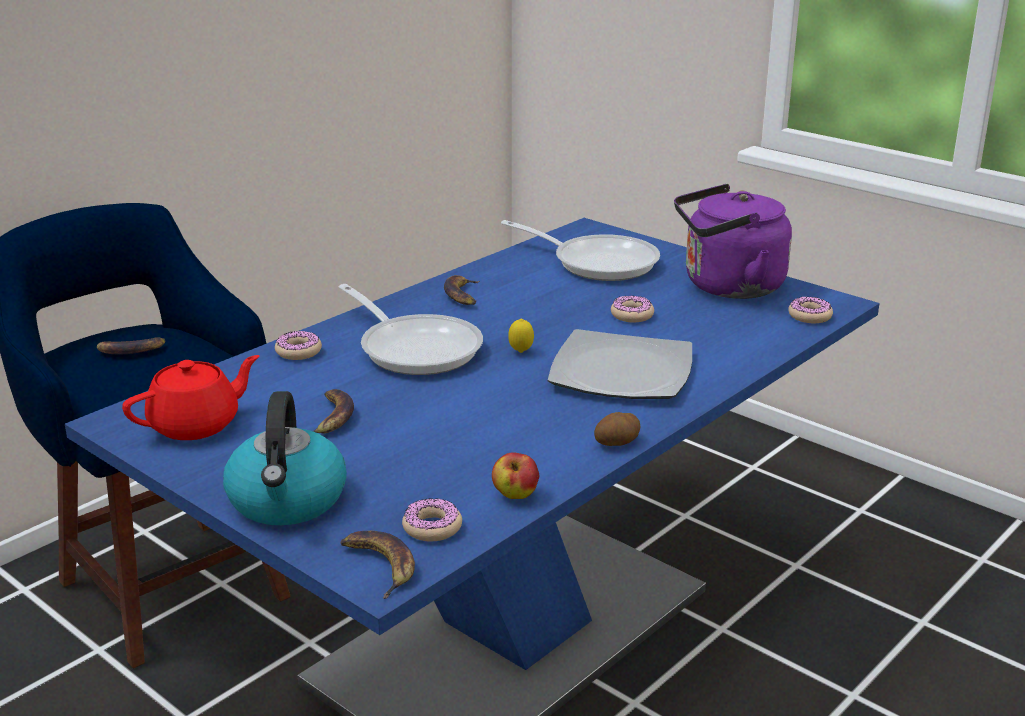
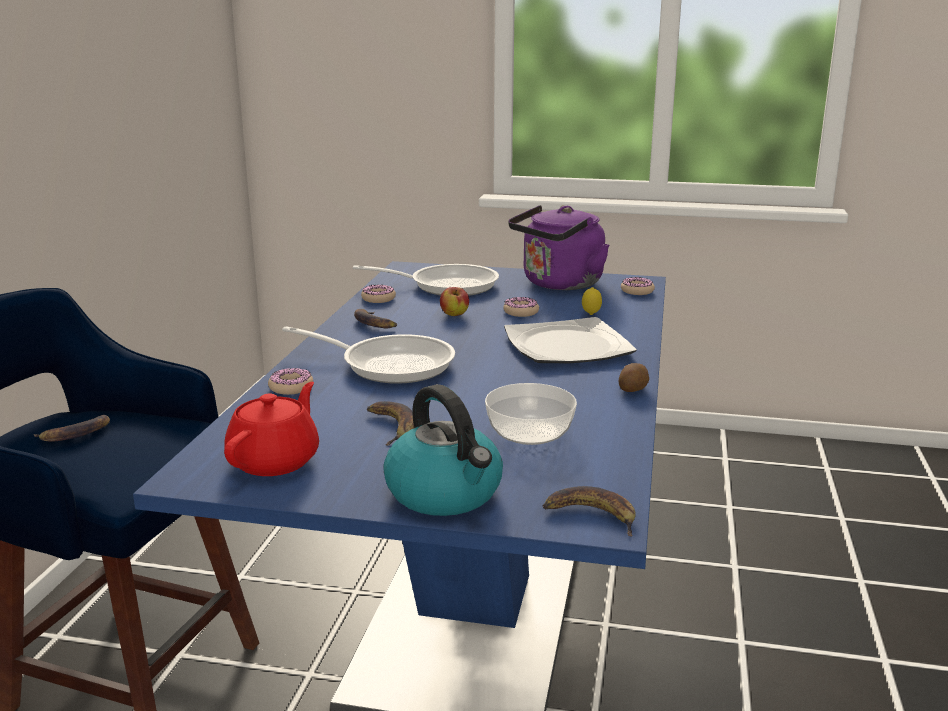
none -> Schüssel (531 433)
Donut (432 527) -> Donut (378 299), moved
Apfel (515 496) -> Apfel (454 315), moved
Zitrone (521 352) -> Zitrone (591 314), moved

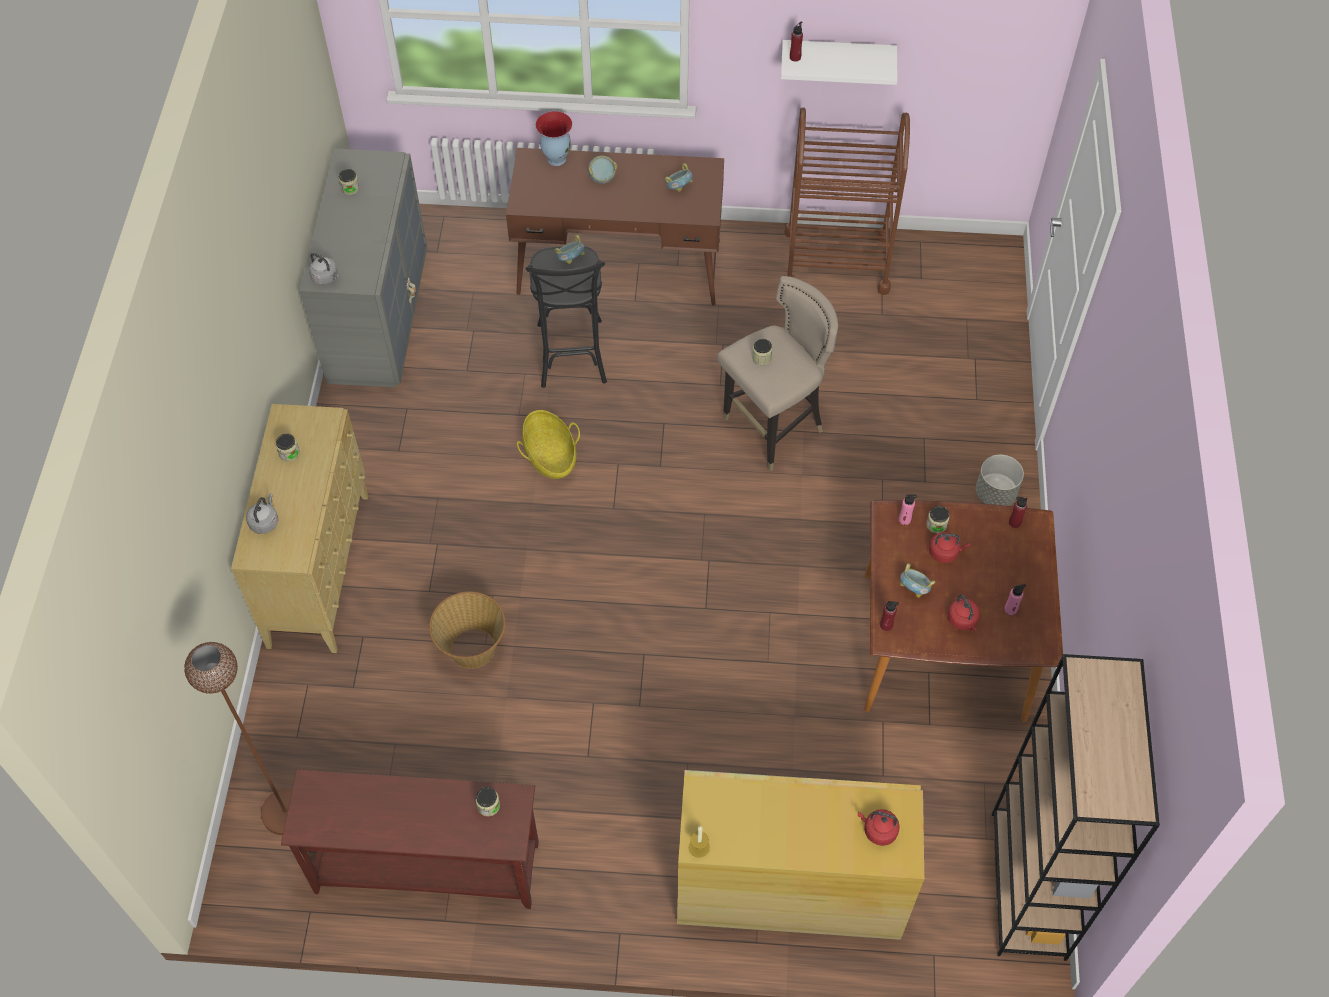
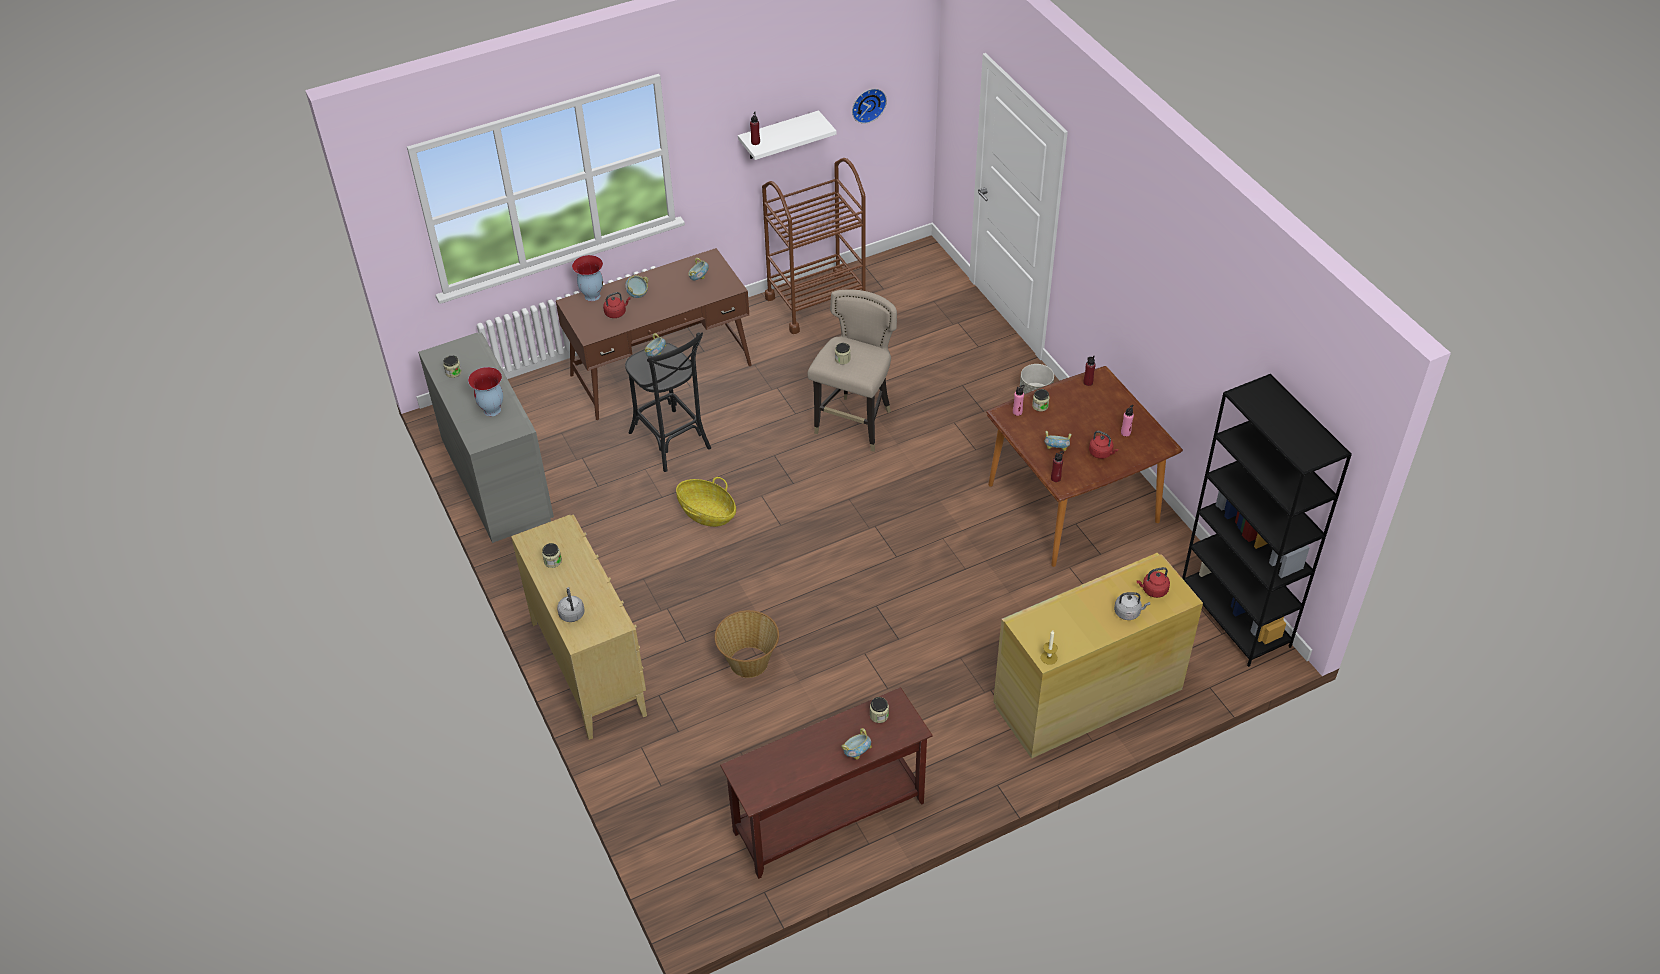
Stehlampe/braun (285 812) -> none
none -> Vase (492 410)
none -> Schüssel (857 753)
none -> Wanduhr (867 104)
Wasserkessel/grau (326 278) -> Wasserkessel/grau (1128 612), moved
Wasserkessel/rot (945 552) -> Wasserkessel/rot (616 313), moved
Bücherregal/beige (1029 886) -> Bücherregal/schwarz (1235 616)

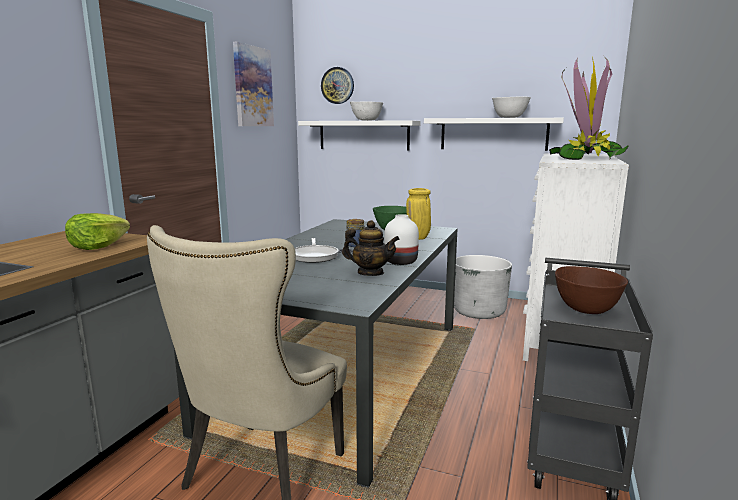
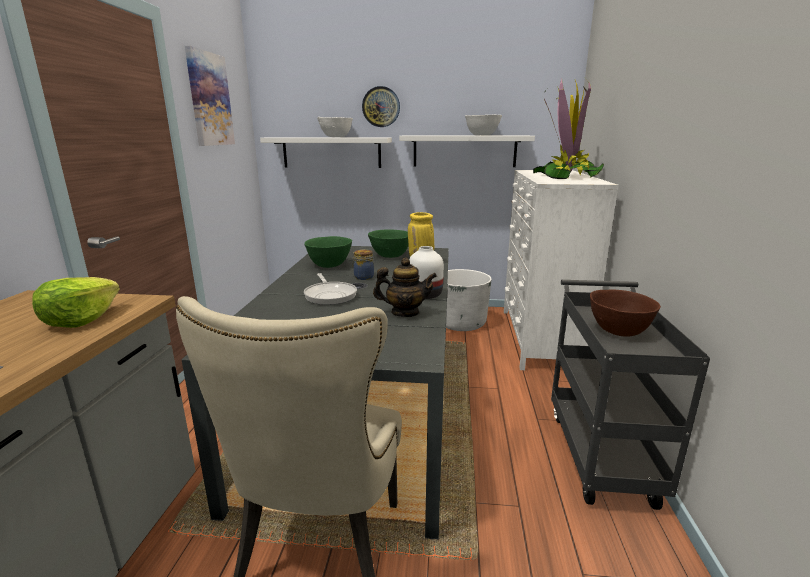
none -> Schüssel/grün (330 265)
Wanduhr (337 85) -> Wanduhr (381 107), moved

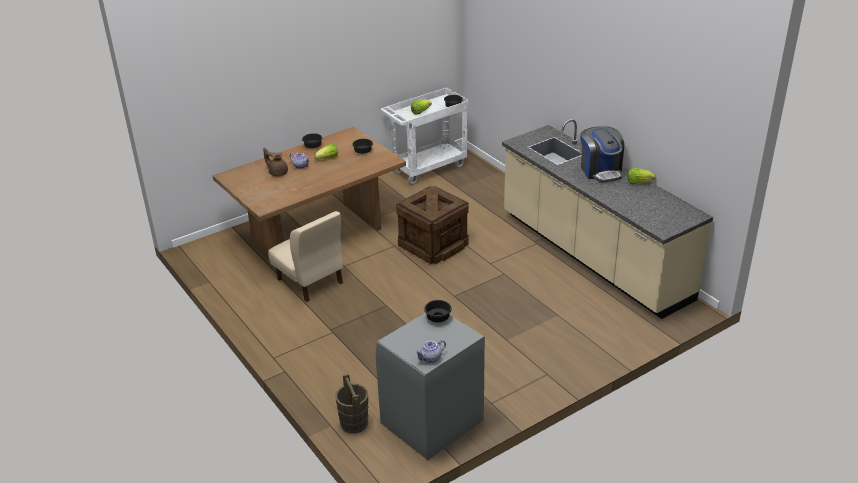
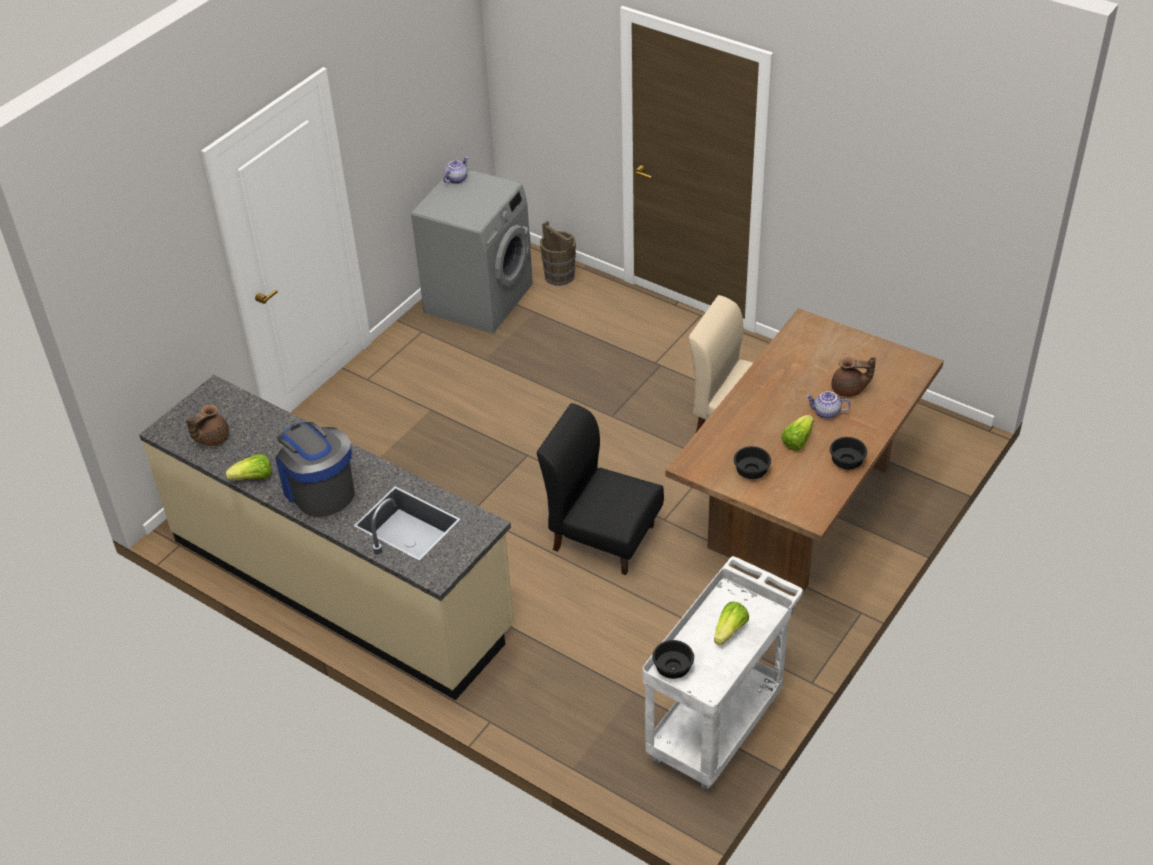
Schüssel/schwarz (437 318) -> none
none -> Teekanne/braun (211 438)
Kiste (433 245) -> Stuhl/schwarz (603 536)

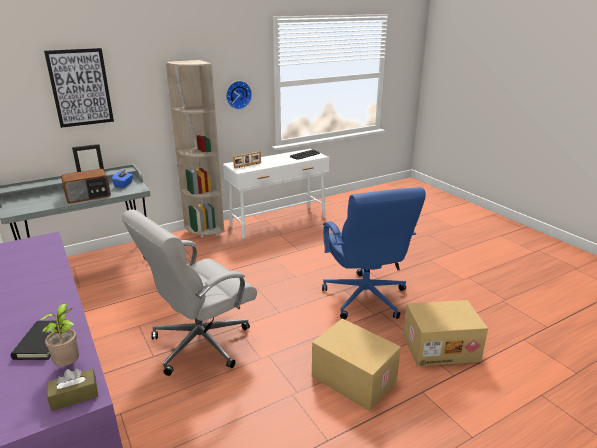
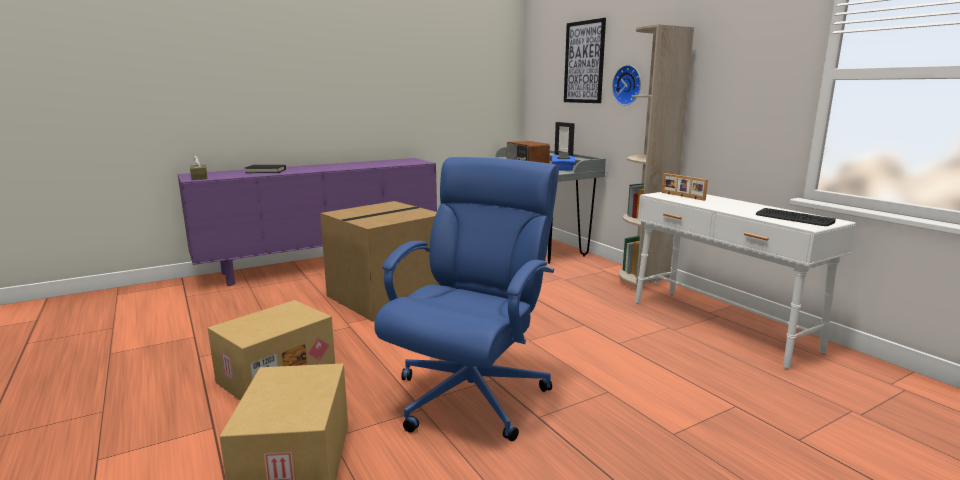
Topfpflanze (69 365) -> none
Wanduhr (238 94) -> Wanduhr (628 85), moved
Bürostuhl/grau (201 342) -> Karton (386 296)
Bürostuhl/blau (365 296) -> Bürostuhl/blau (470 397), 135 degrees clockwise

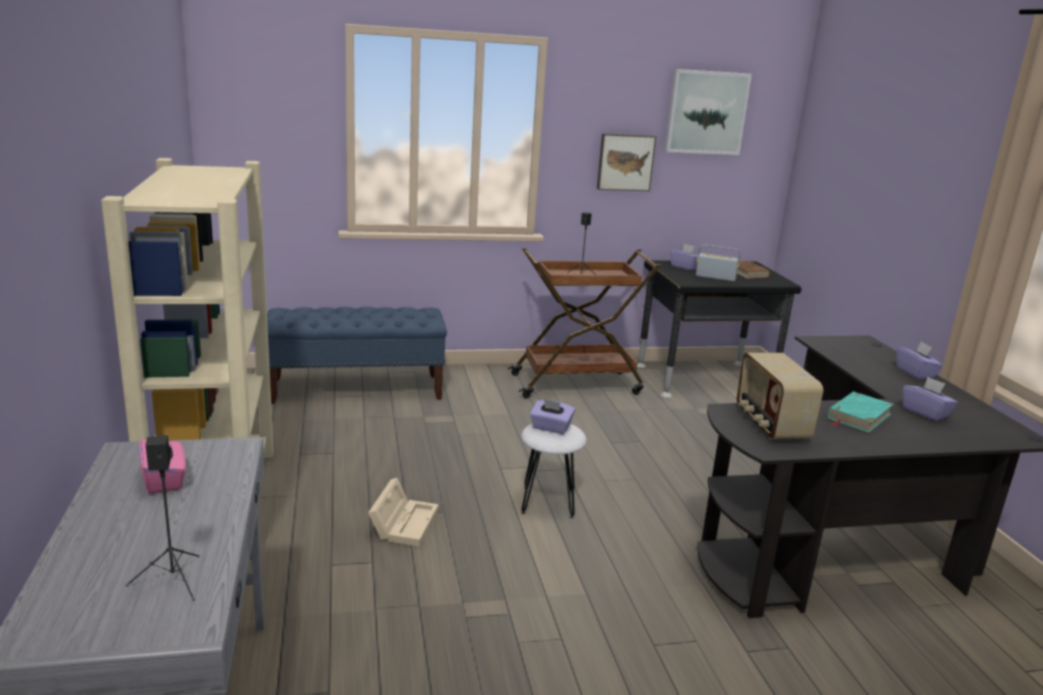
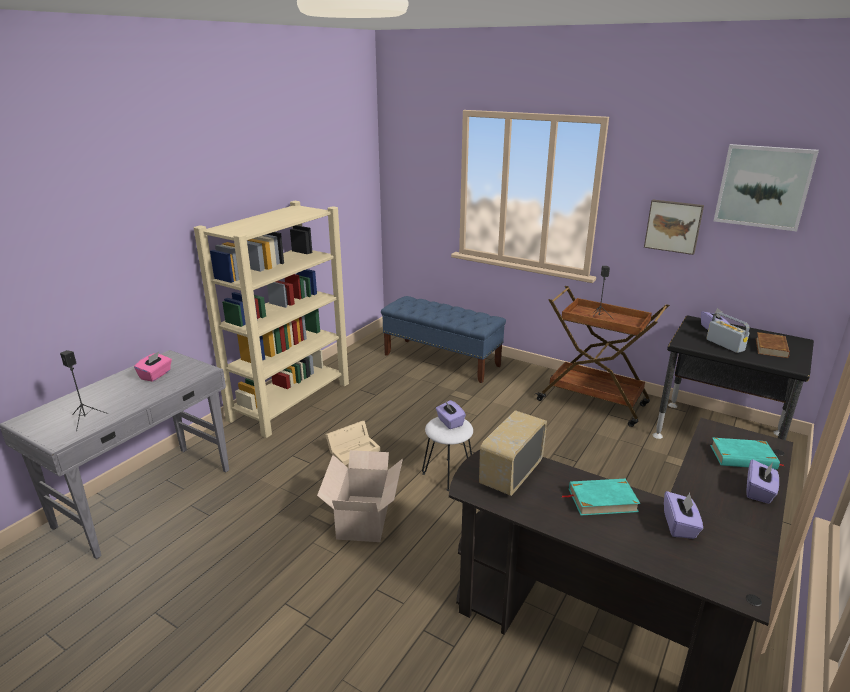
none -> Karton (364 516)
none -> Buch/türkis (743 457)

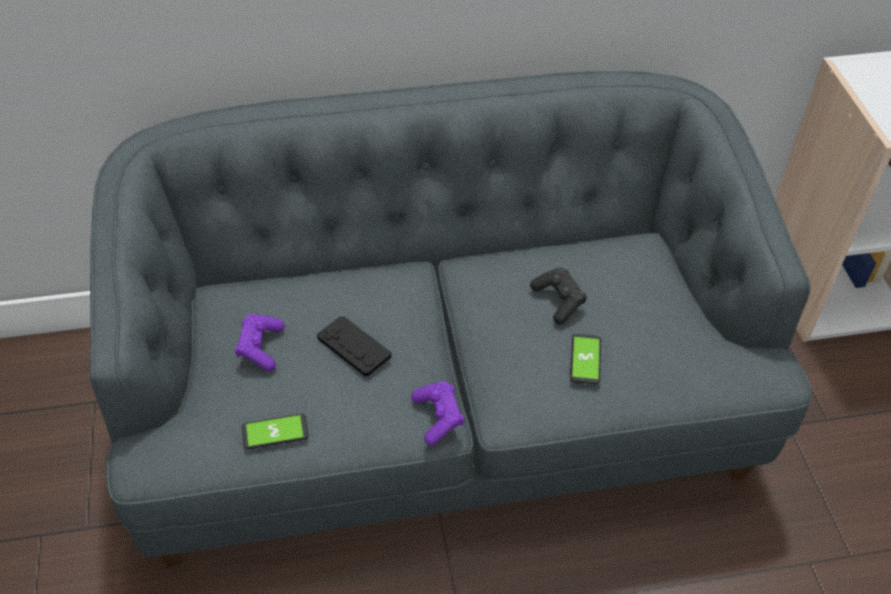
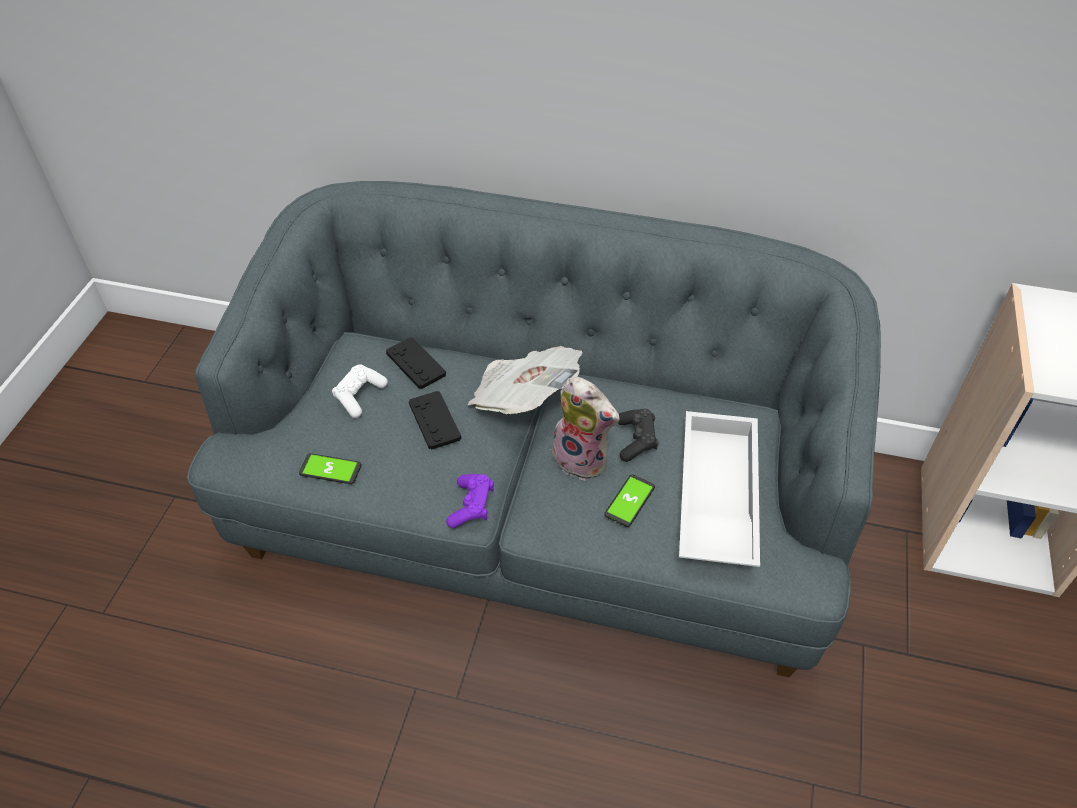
none -> Gamepad/schwarz (416 364)
none -> Zeitung (524 398)
none -> Plüschtier (583 458)
none -> Tablett/weiß (714 496)
Gamepad/lila (260 348) -> Gamepad/weiß (359 396)

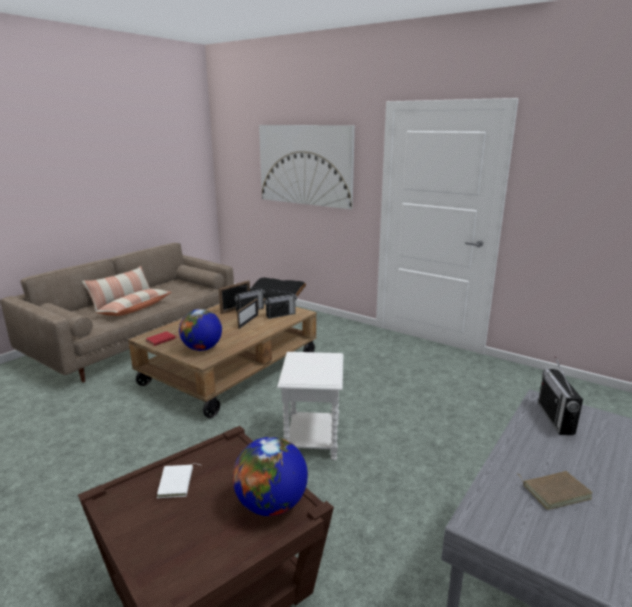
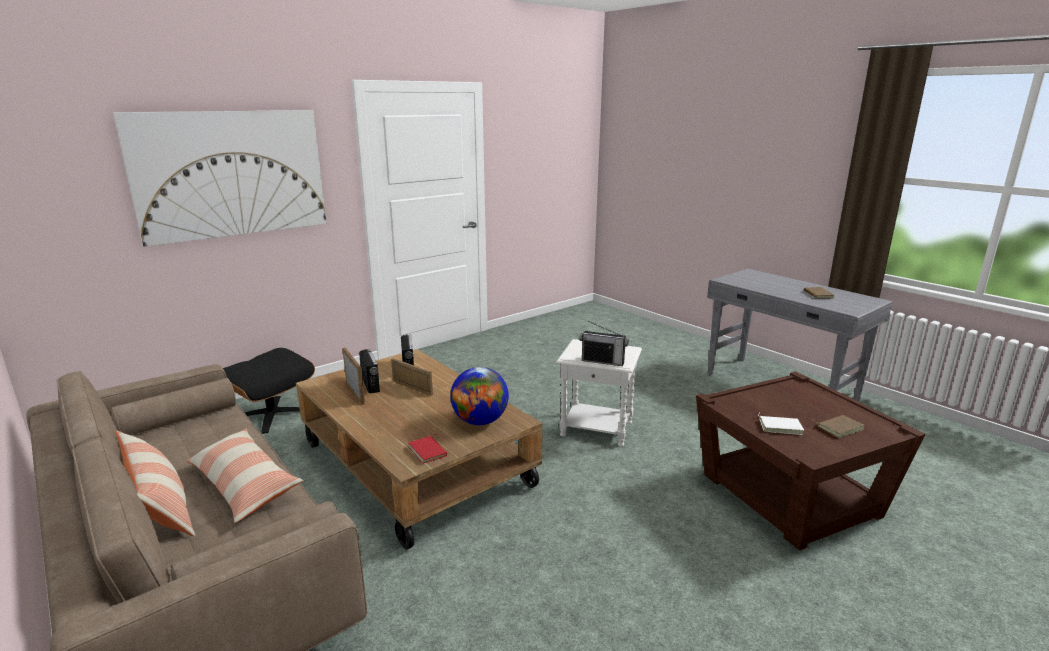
Globus (271 505) -> none
none -> Buch/braun (839 427)
Radio (555 418) -> Radio (603 361), moved

